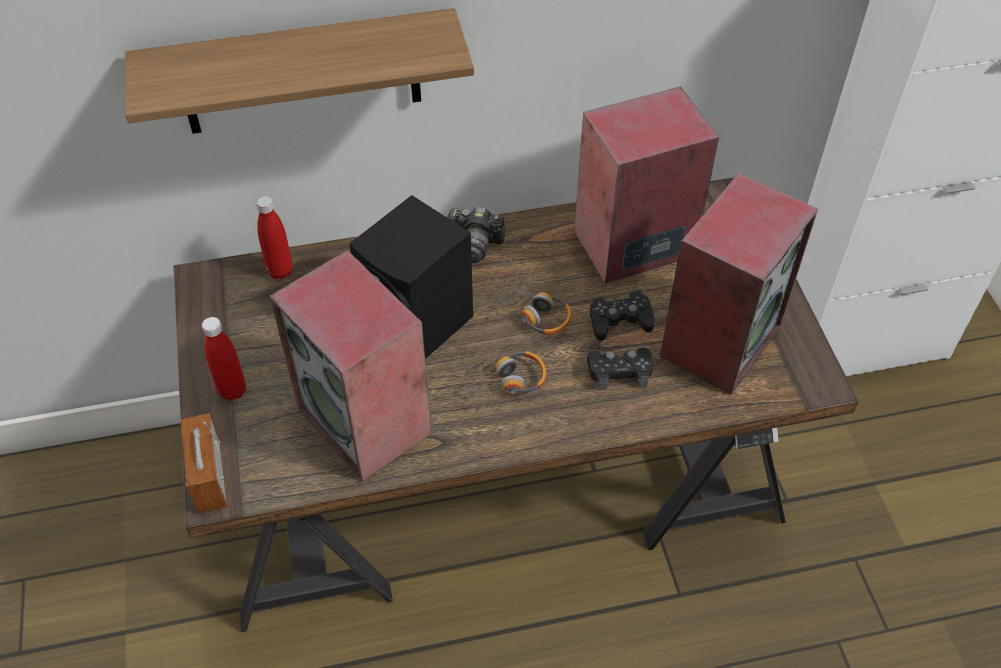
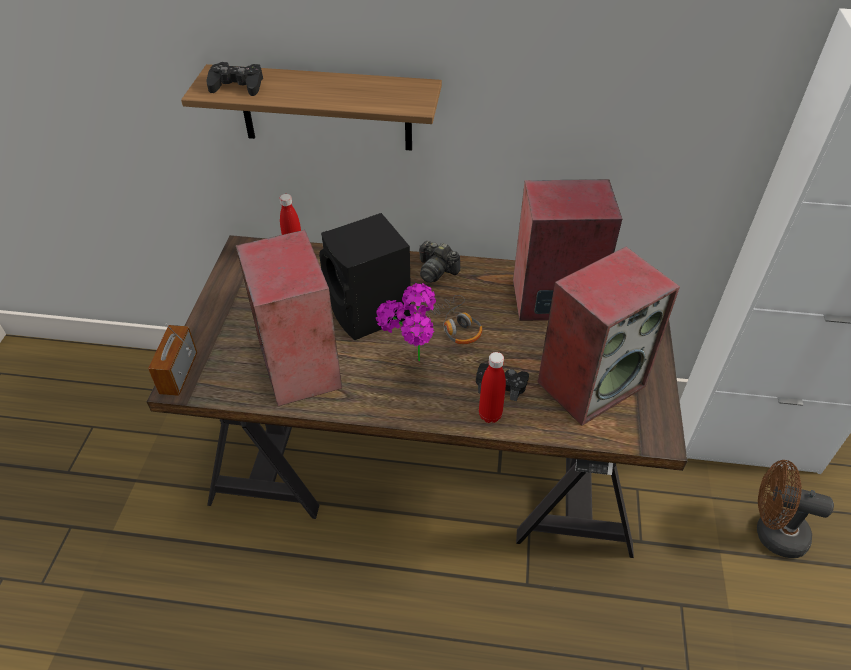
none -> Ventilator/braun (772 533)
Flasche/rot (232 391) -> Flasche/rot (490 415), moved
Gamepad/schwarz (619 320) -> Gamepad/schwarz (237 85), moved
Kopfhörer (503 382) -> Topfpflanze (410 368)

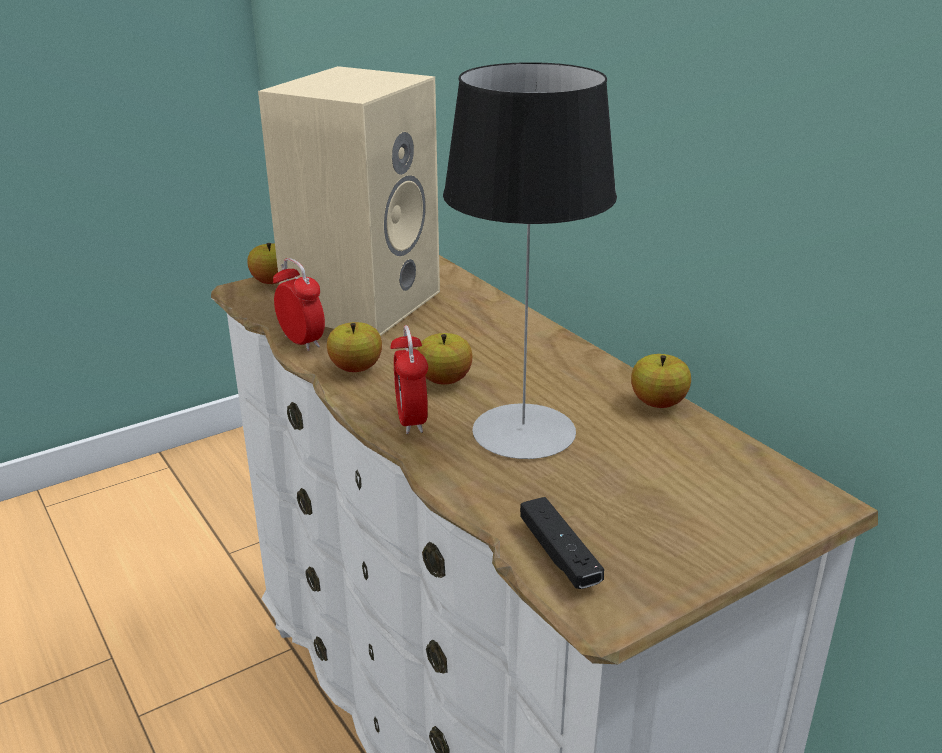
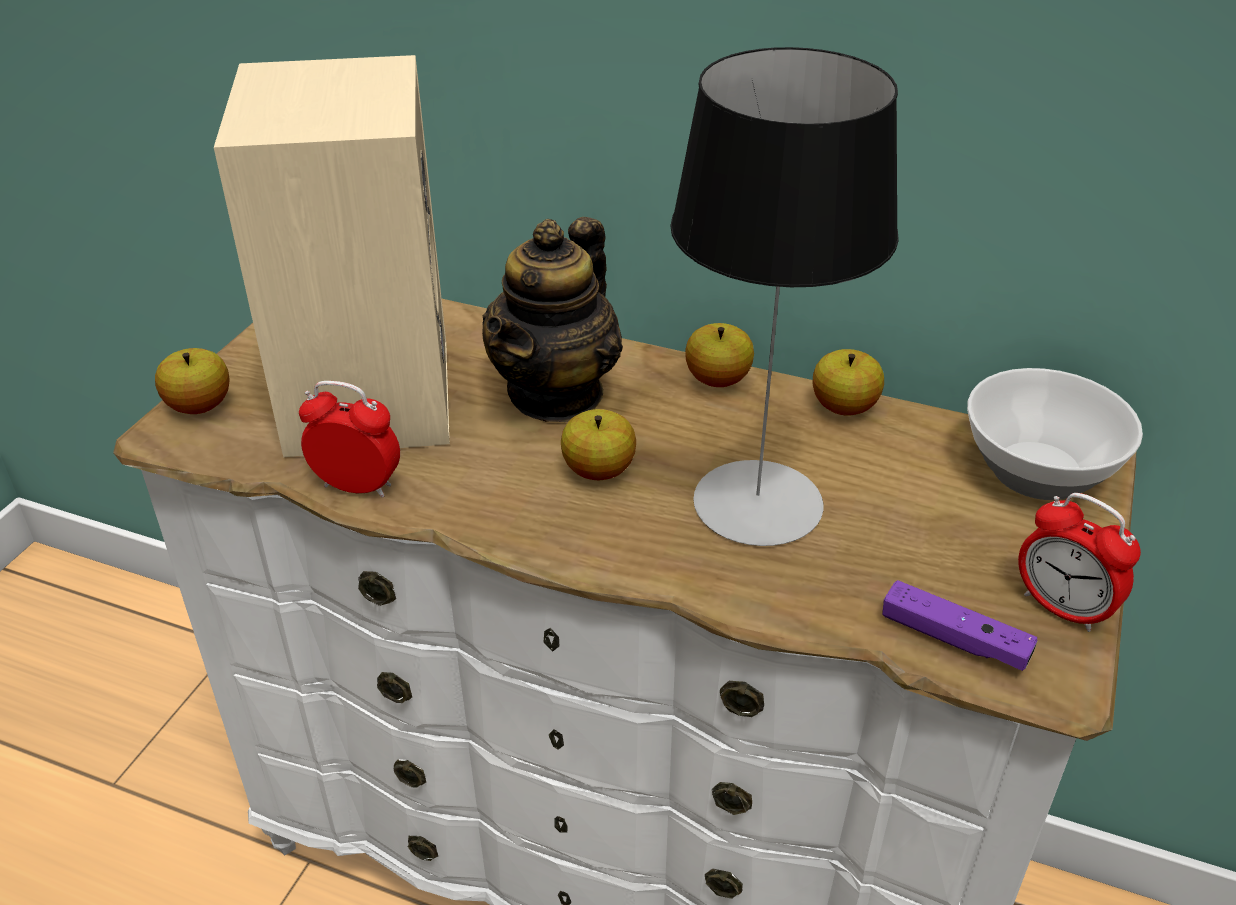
none -> Teekanne (556 393)
none -> Schüssel (1034 470)
Apfel (356 368) -> Apfel (717 380), moved
Wecker (411 420) -> Wecker (1062 608), moved
Gamepad/schwarz (559 555) -> Gamepad/lila (954 639)

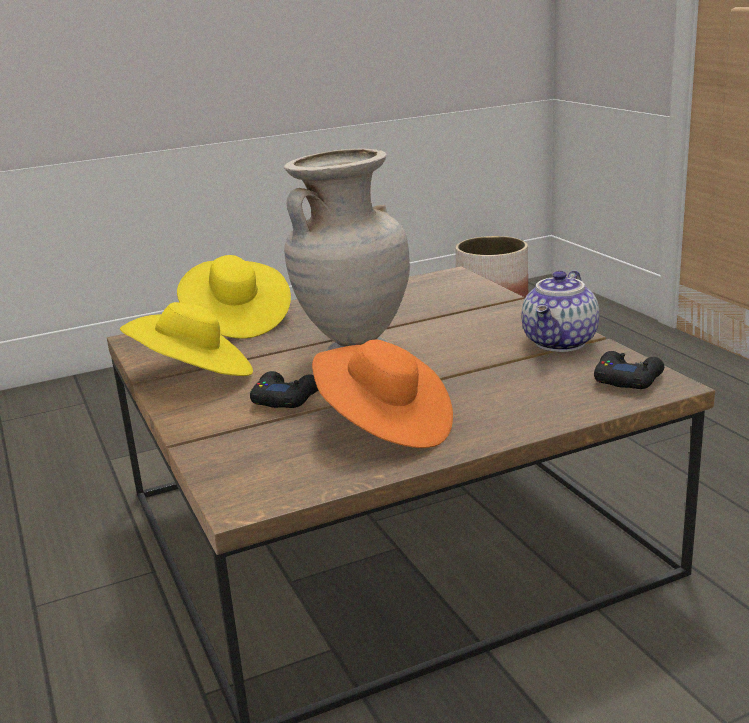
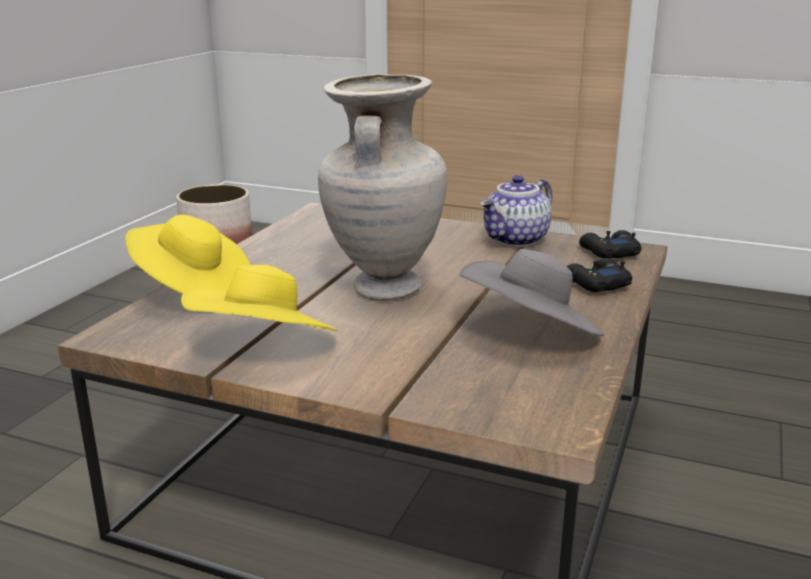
Gamepad/schwarz (286 398) -> Gamepad/schwarz (595 283), moved
Hut/orange (385 427) -> Hut/grau (531 332)
Teekanne (561 343) -> Teekanne (516 240), 60 degrees clockwise

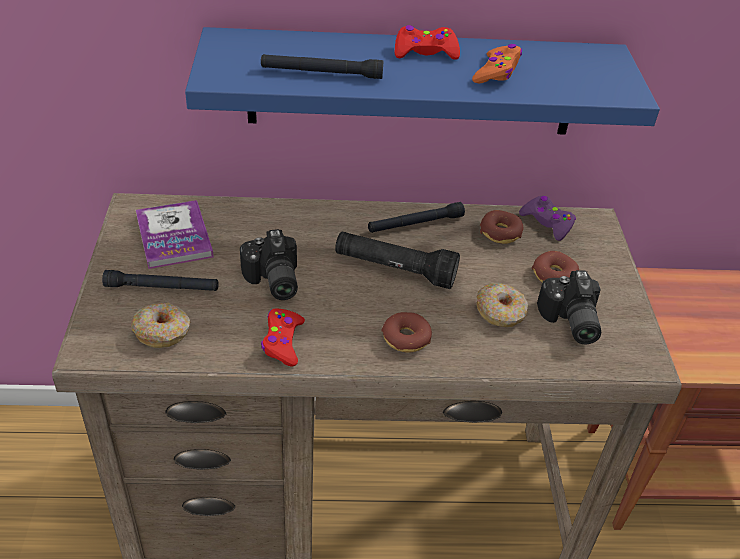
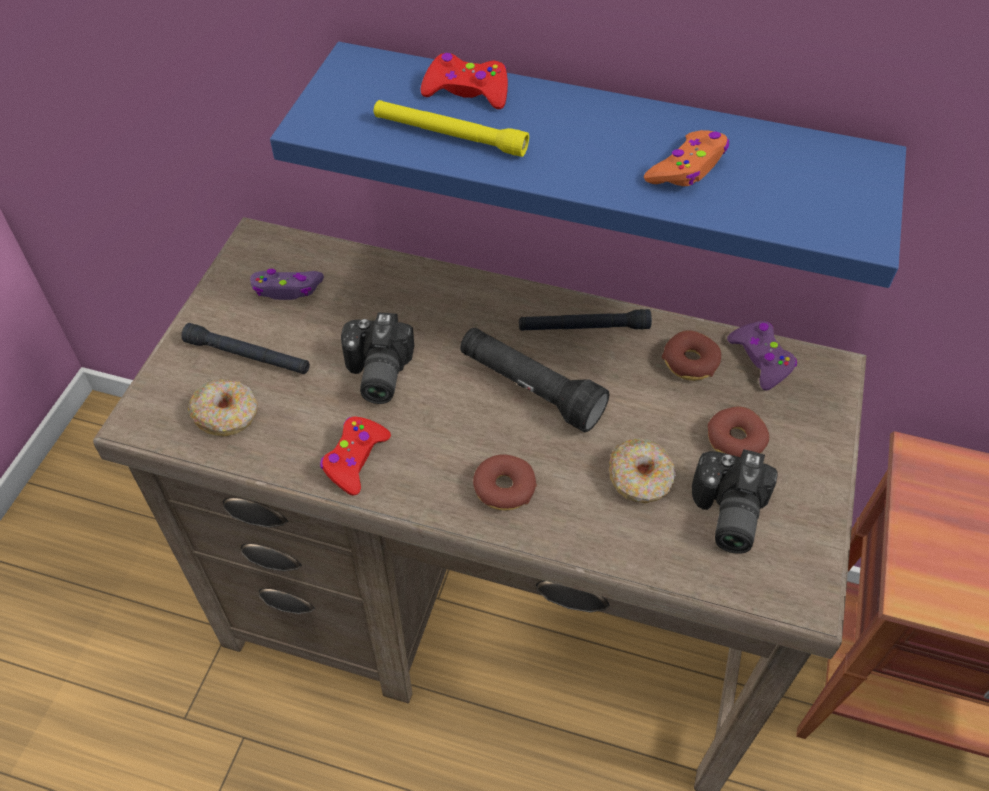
Gamepad/rot (425 52) -> Gamepad/rot (466 91), moved
Buch (174 236) -> Gamepad/lila (287 289)
Taschenlampe/schwarz (322 73) -> Taschenlampe/gelb (449 136)

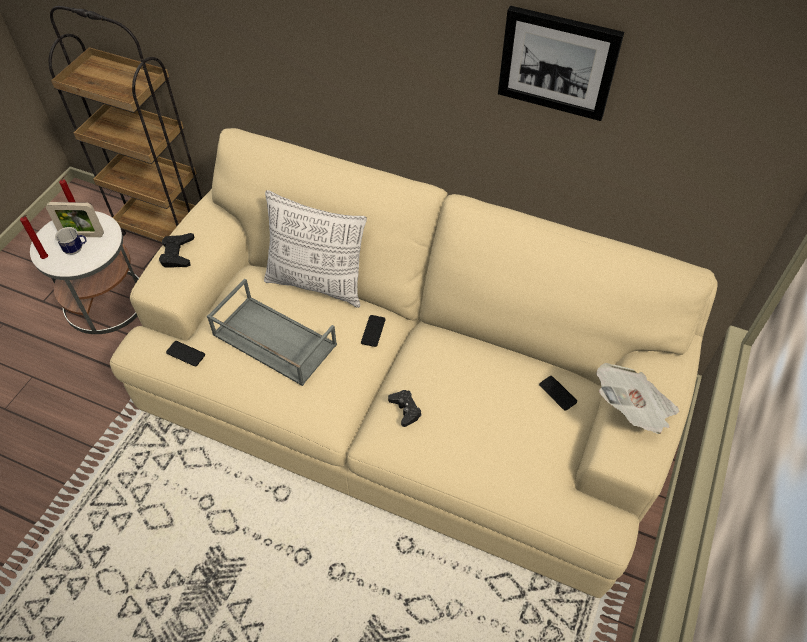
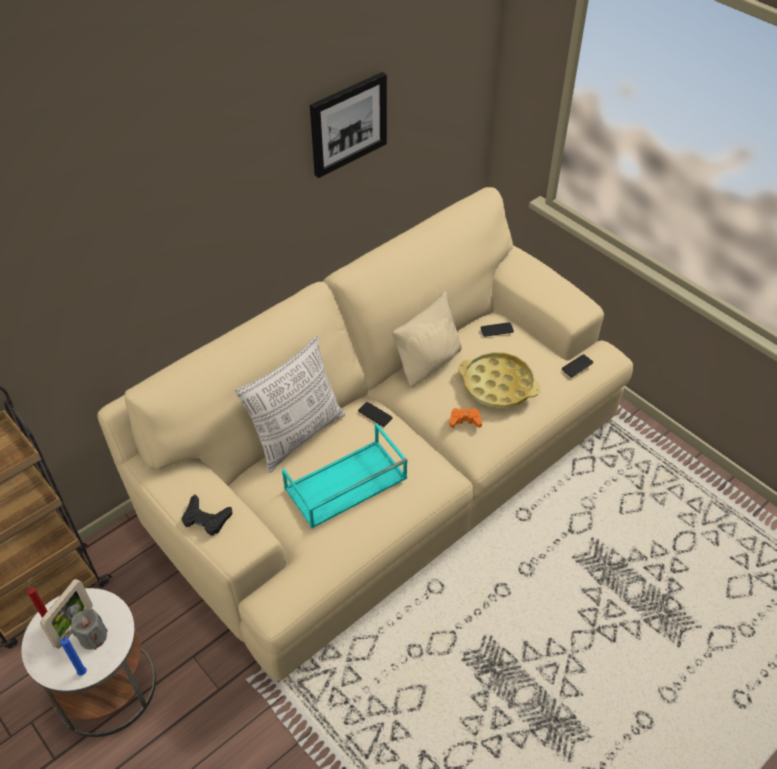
Zeitung (633 410) -> none
none -> Kissen/beige (428 362)
none -> Tablett/gelb (498 385)
Handy (185 354) -> Handy (577 366), moved
Henkelbecher (77 249) -> Kerze/grau (93 637)
Kerze/rot (46 258) -> Kerze/blau (84 671)
Tablett/grau (272 340) -> Tablett/türkis (345 485)
Gamepad/schwarz (405 409) -> Gamepad/orange (465 421)

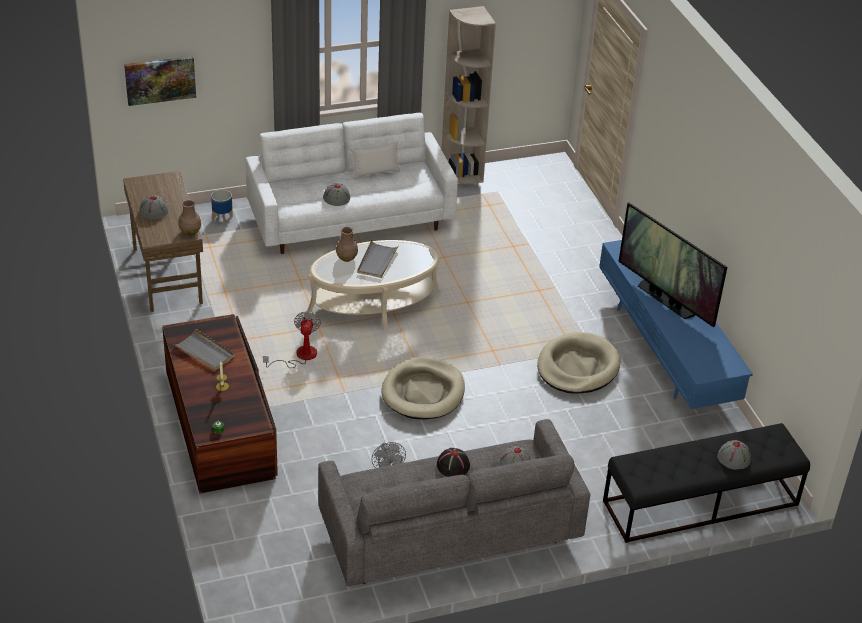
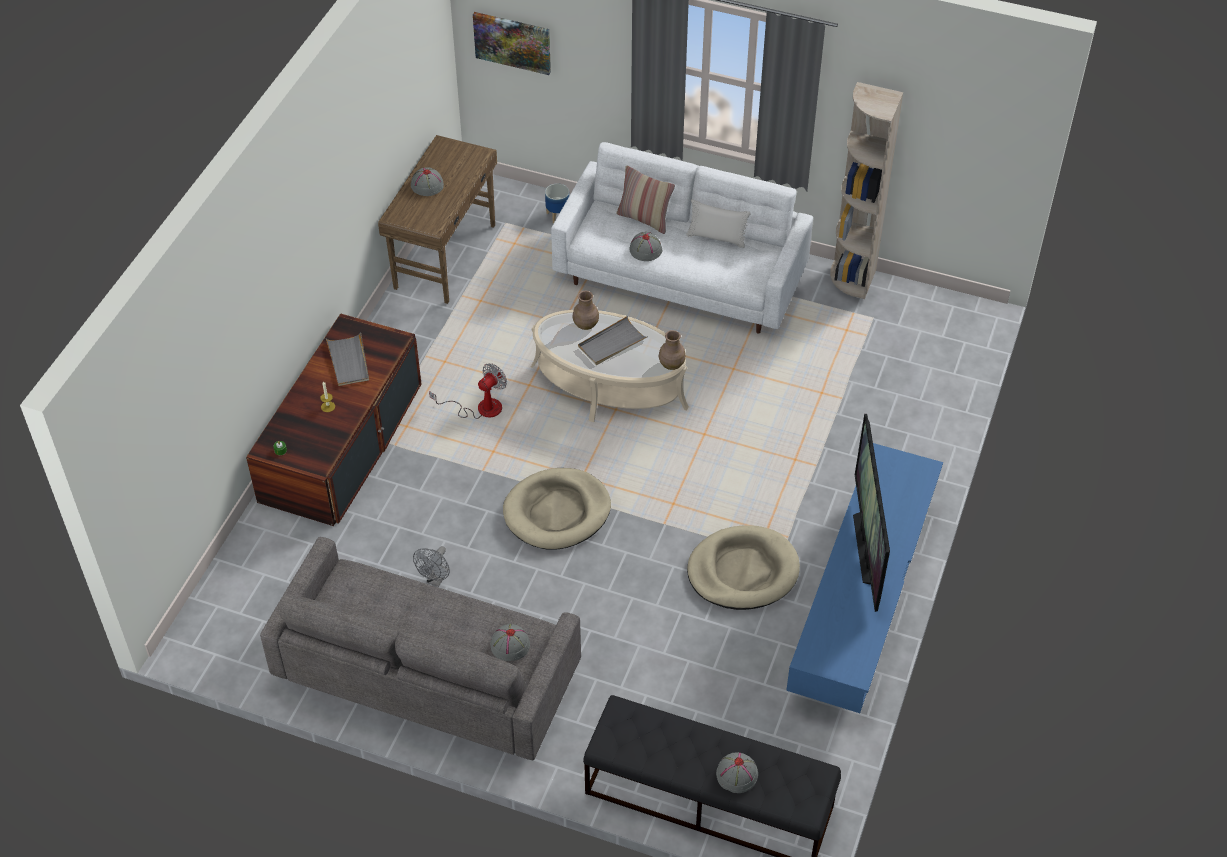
Hut/schwarz (452 465) -> none
none -> Kissen (644 219)
Vase/braun (190 232) -> Vase/braun (671 364), moved

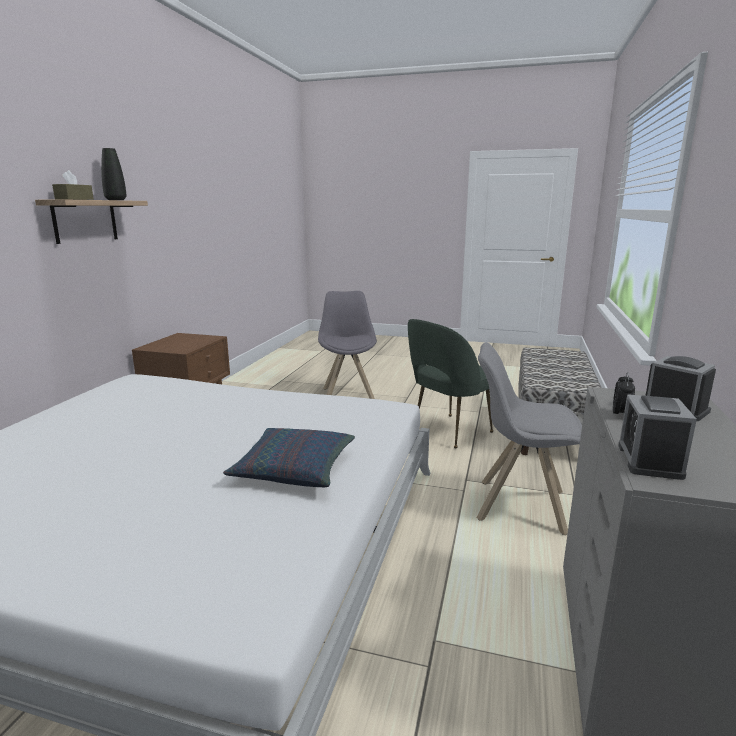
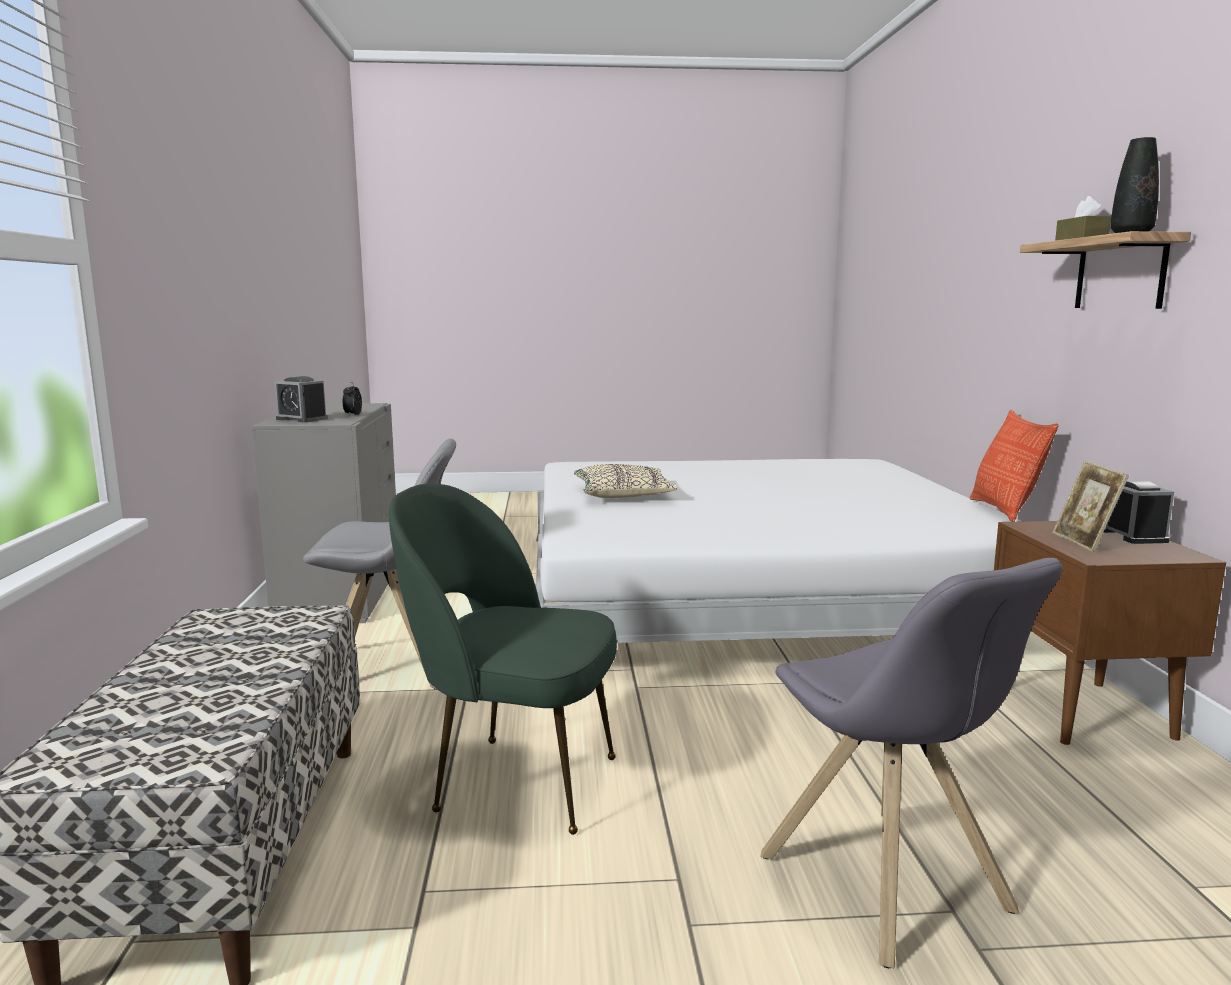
none -> Kissen/orange (1005 511)
none -> Bilderrahmen (1084 542)
Wecker (649 461) -> Wecker (1132 535), moved
Kissen/blau (294 469) -> Kissen/beige (624 495)
Stuhl/grün (447 433) -> Stuhl/grün (512 781), 105 degrees counterclockwise

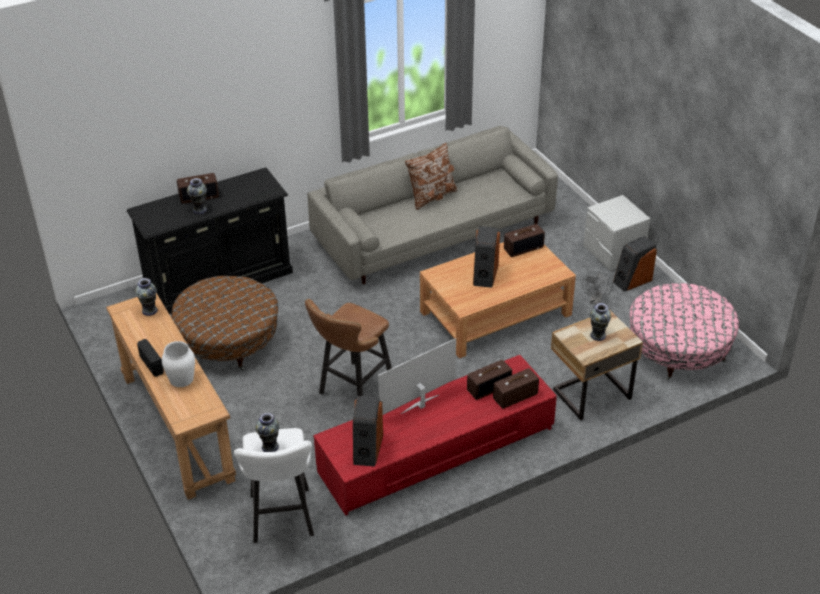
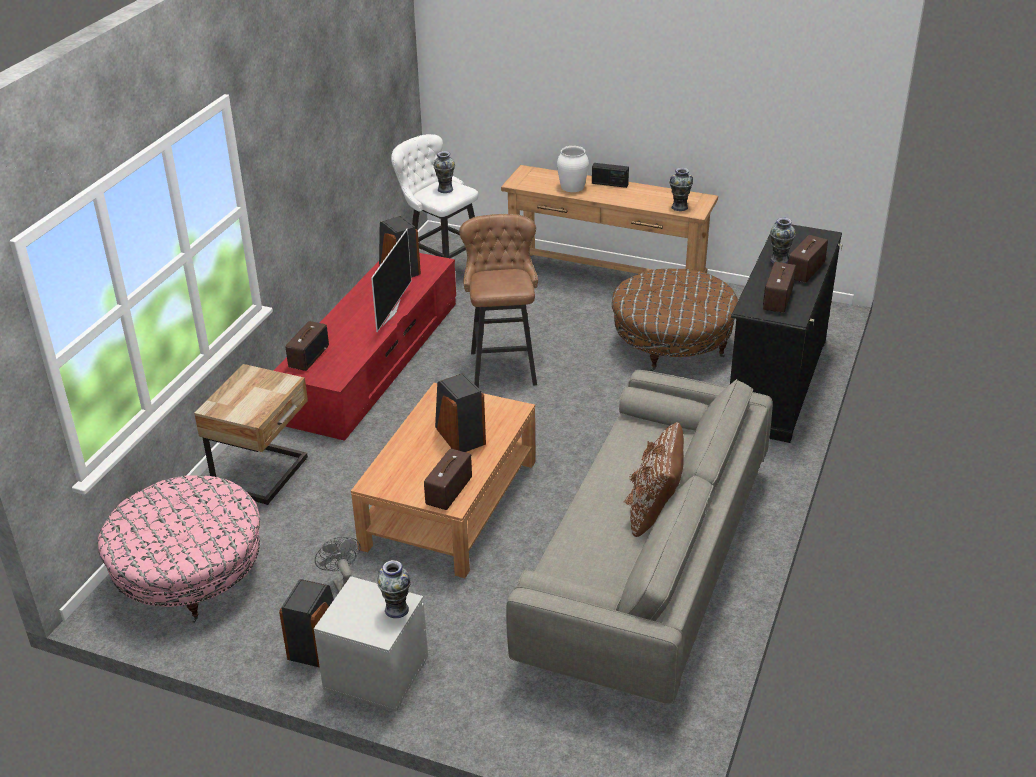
Radio (489 387) -> Radio (778 299), moved
Vase (597 335) -> Vase (397 609), moved

